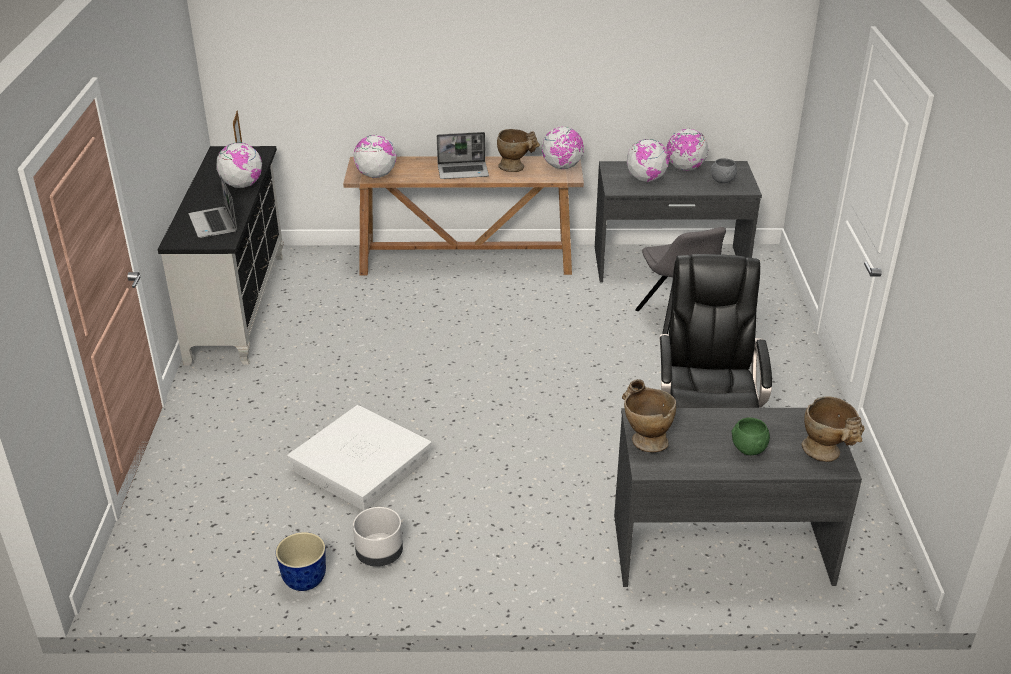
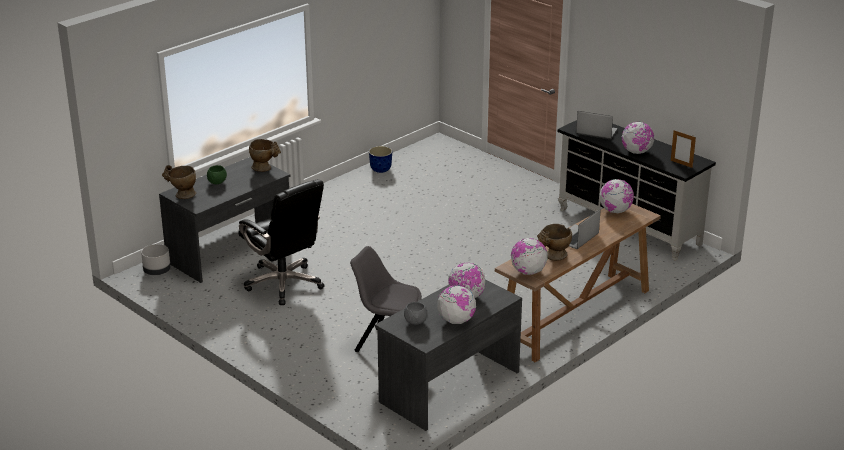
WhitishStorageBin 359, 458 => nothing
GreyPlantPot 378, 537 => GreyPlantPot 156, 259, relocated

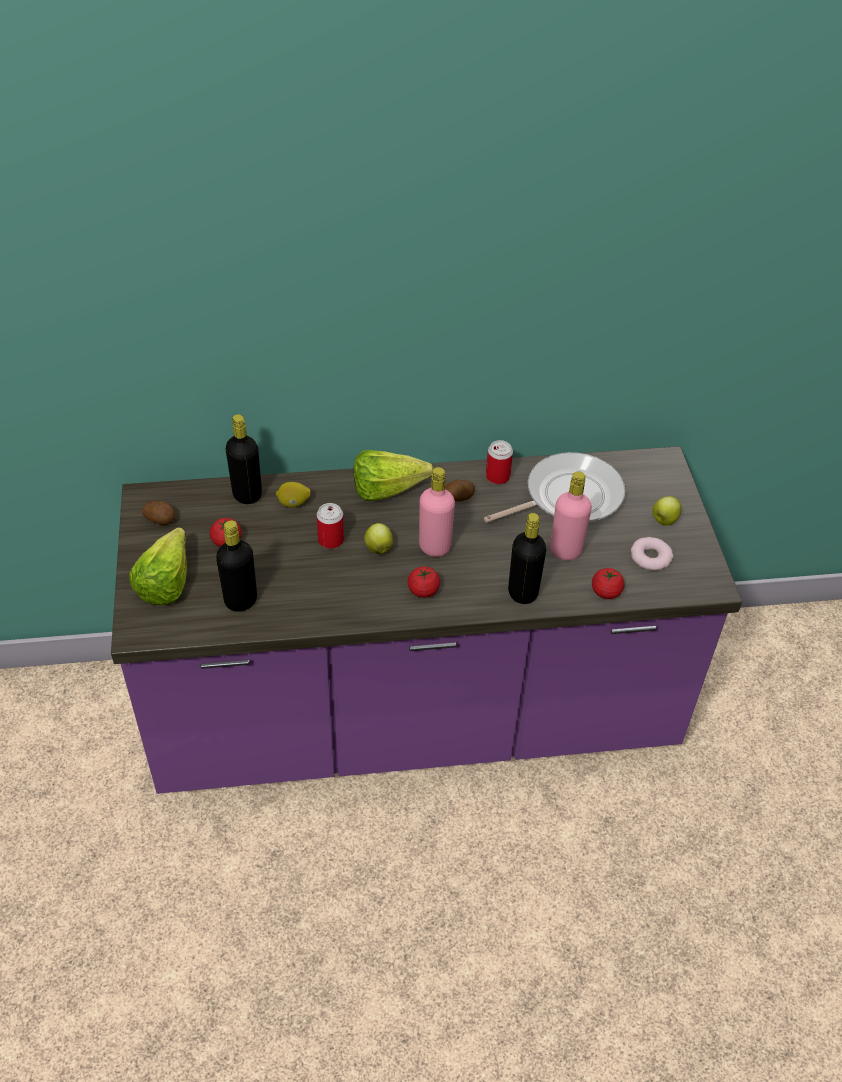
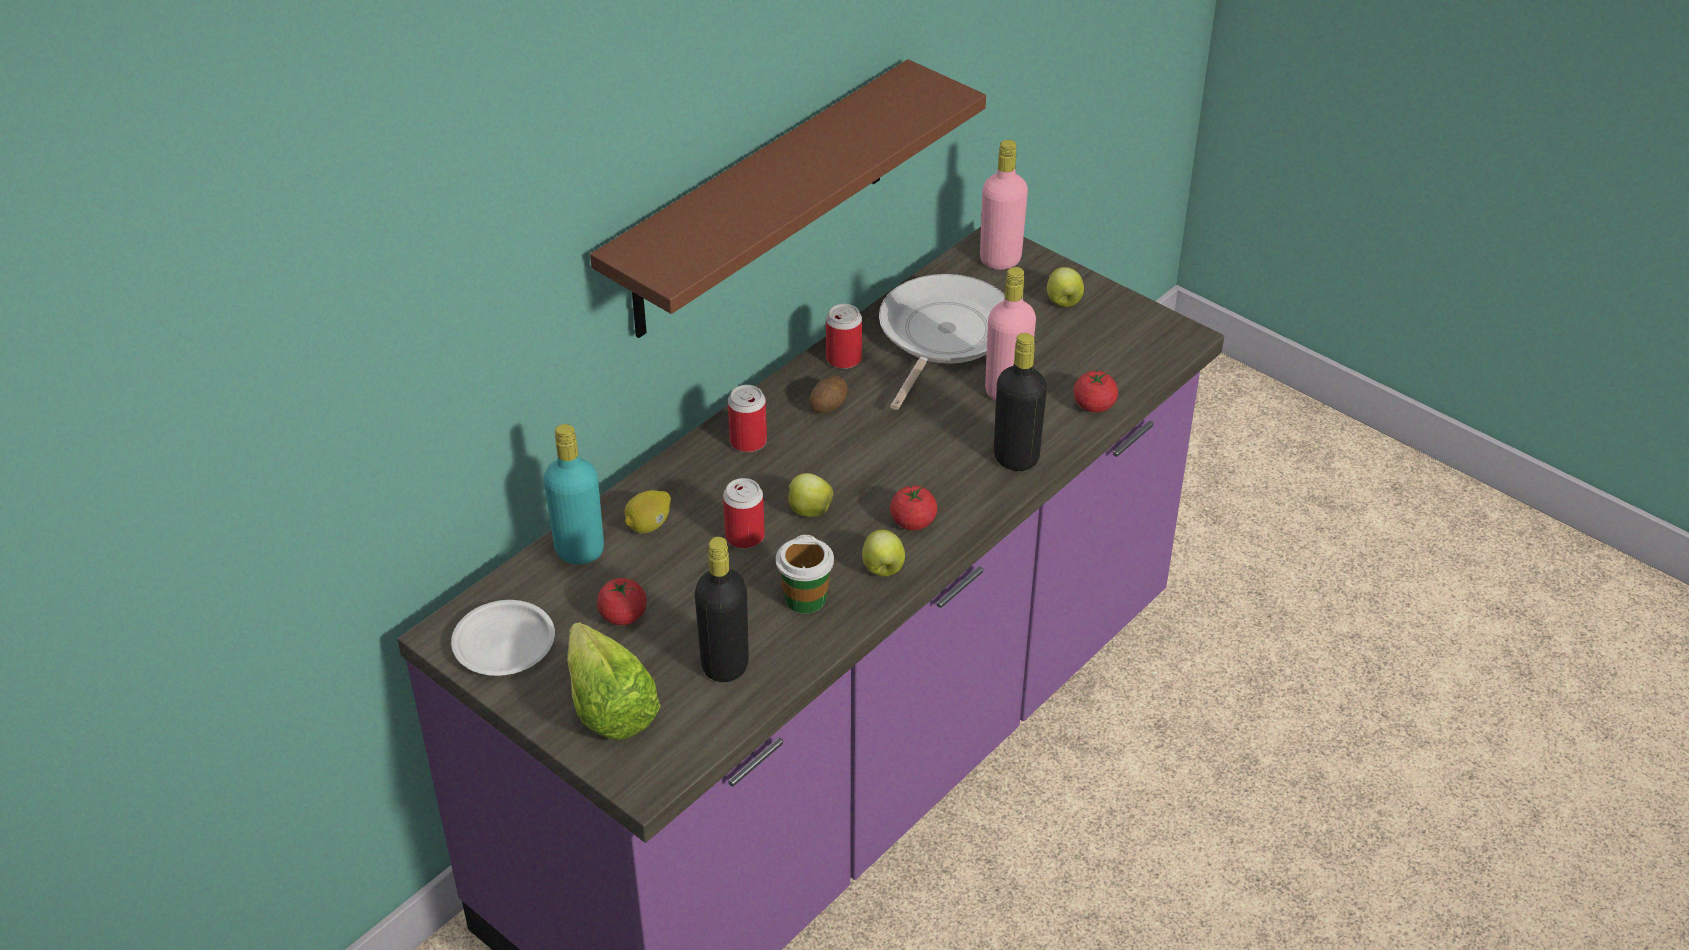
WholePotato 158, 513 => WhitishDinnerPlate 503, 638
BlackDrinkBottle 244, 459 => TurquoiseColouredDrinkBottle 574, 494
LettuceHead 393, 475 => SealedCan 747, 418
PinkishDrinkBottle 437, 512 => PinkishDrinkBottle 1004, 205, relocated
Donut 652, 554 => nothing
nothing => BrownColouredBracketShelf 788, 198
nothing => DrinkingCup 805, 574
nothing => WholeApple 883, 553

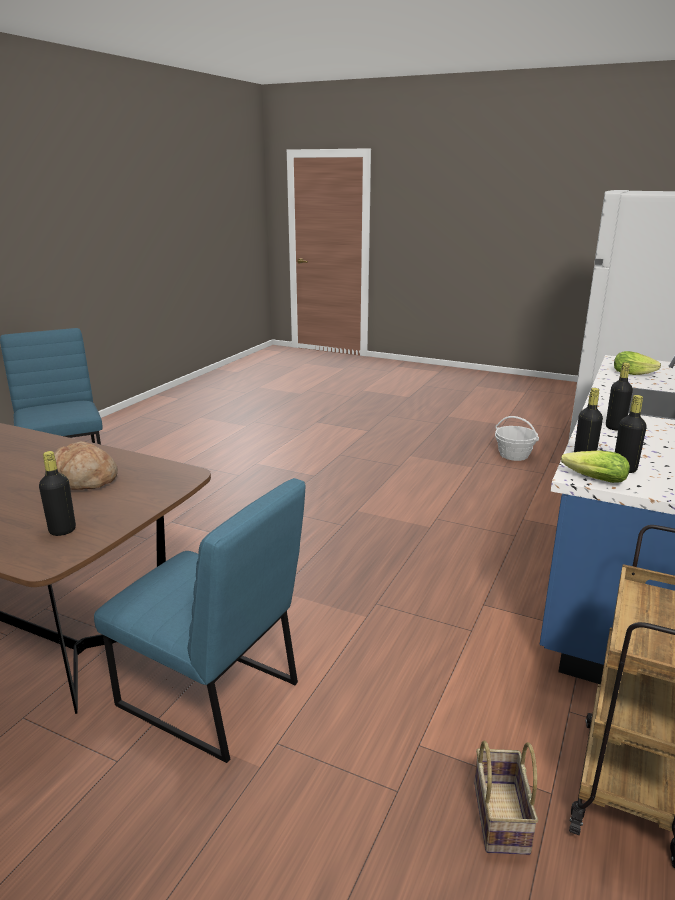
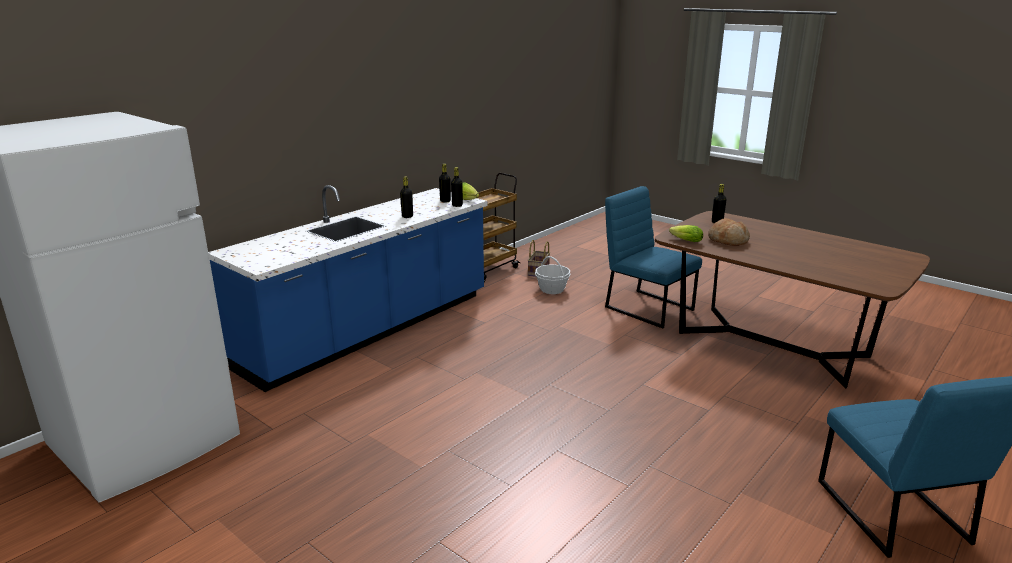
HouseholdBasket 517, 438 => HouseholdBasket 552, 275, relocated
LettuceHead 637, 363 => LettuceHead 686, 233, relocated

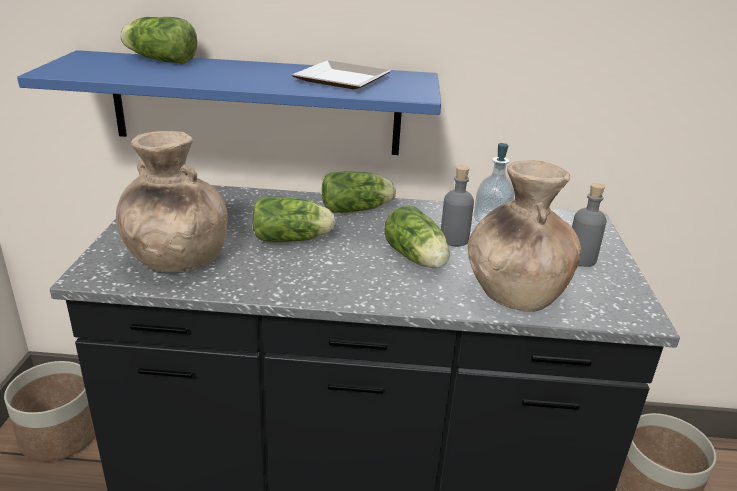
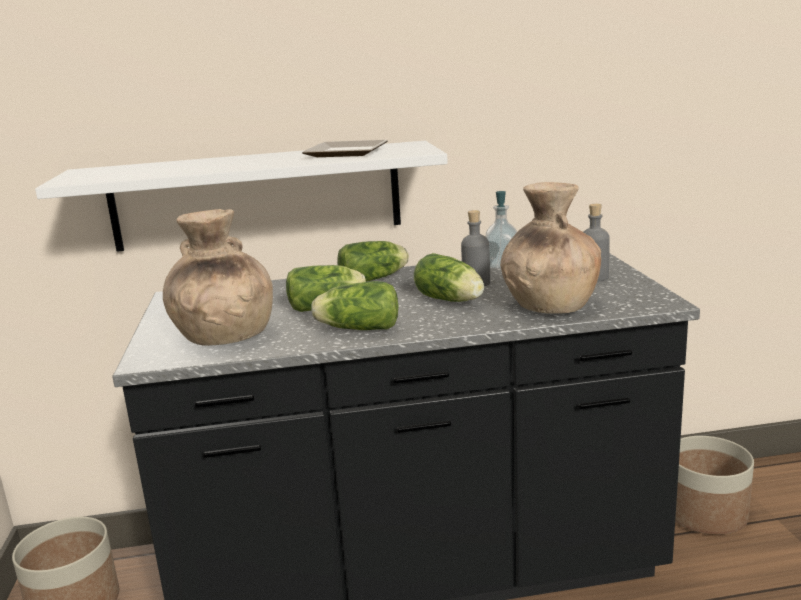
BluishBracketShelf 229, 102 => WhitishBracketShelf 241, 196
LettuceHead 158, 40 => LettuceHead 354, 305, relocated

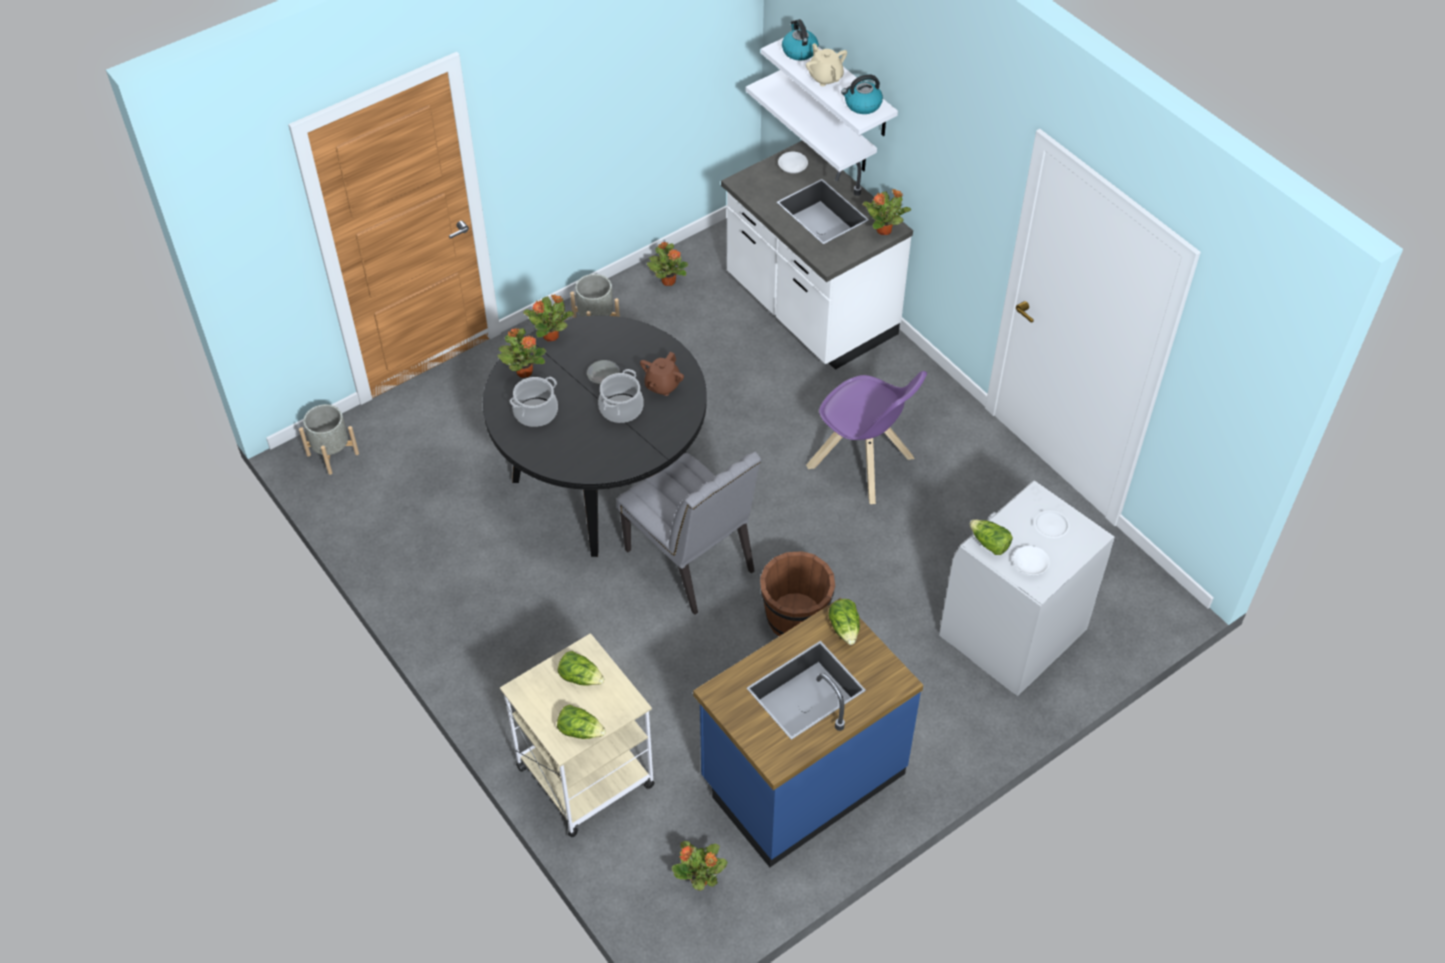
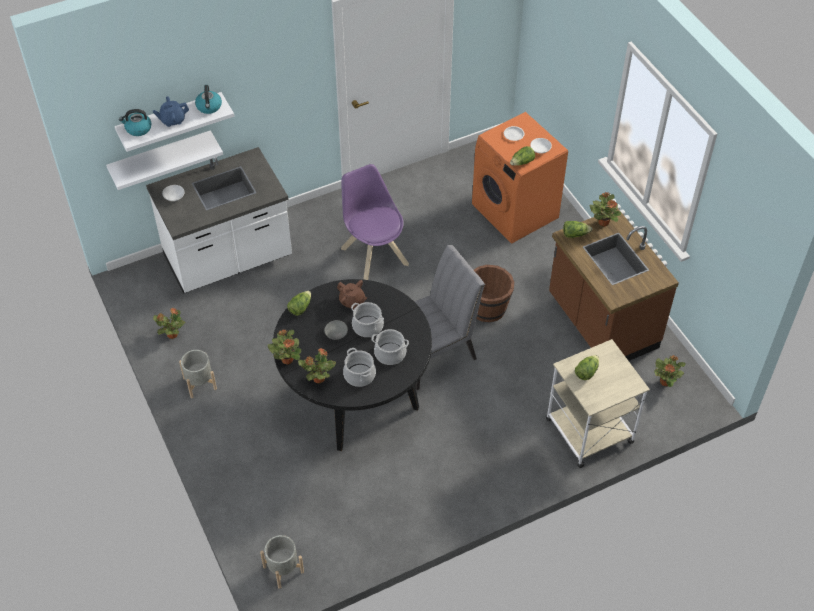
LettuceHead 581, 722 => LettuceHead 299, 303, relocated
BluishCounter 808, 732 => BrownColouredCounter 614, 285
BeigeTeaPot 826, 64 => BluishTeaPot 171, 111
PurpleUprightChair 866, 437 => PurpleUprightChair 375, 222, 75 degrees counterclockwise
Houseplant 887, 212 => Houseplant 605, 209, relocated
WhitishLaundryMachine 1027, 589 => OrangeLaundryMachine 520, 177
nothing => Stockpot 390, 347

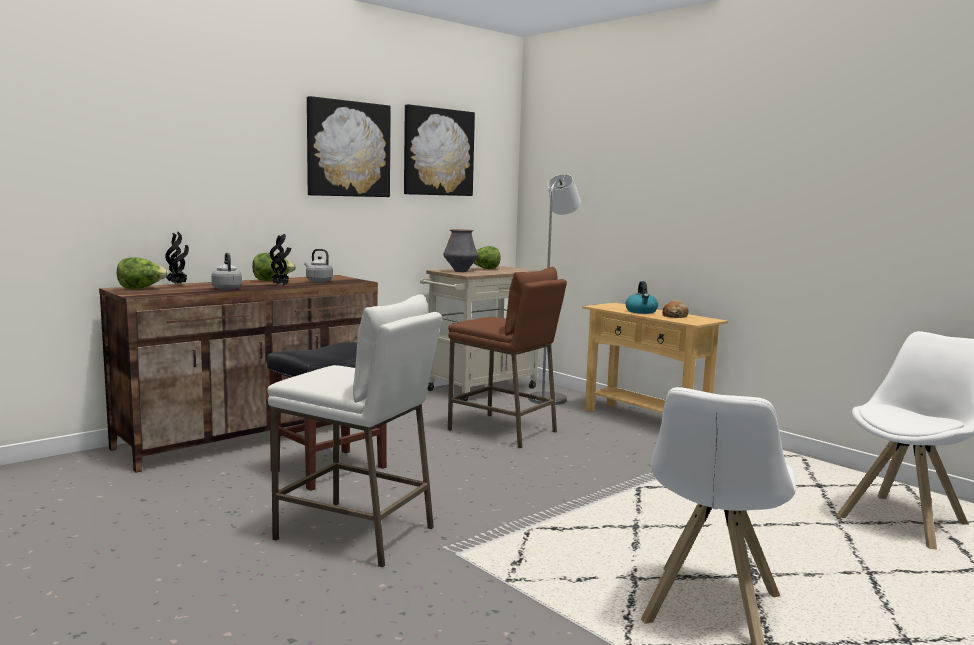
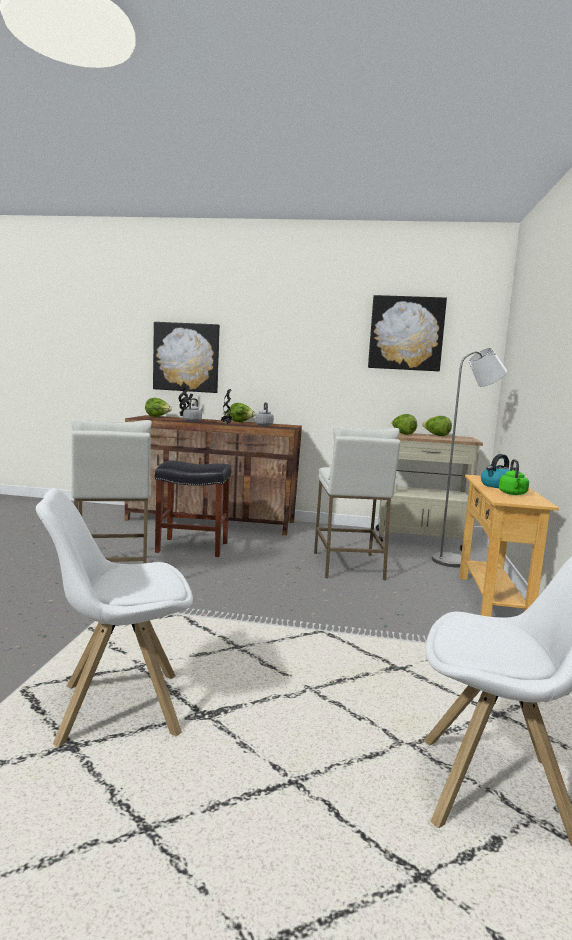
WallPicture 349, 146 => WallPicture 186, 357, relocated
Vase 460, 250 => LettuceHead 404, 424
BrownColouredStool 507, 357 => WhitishStool 357, 503
Bread 675, 309 => GreenTeaKettle 514, 477

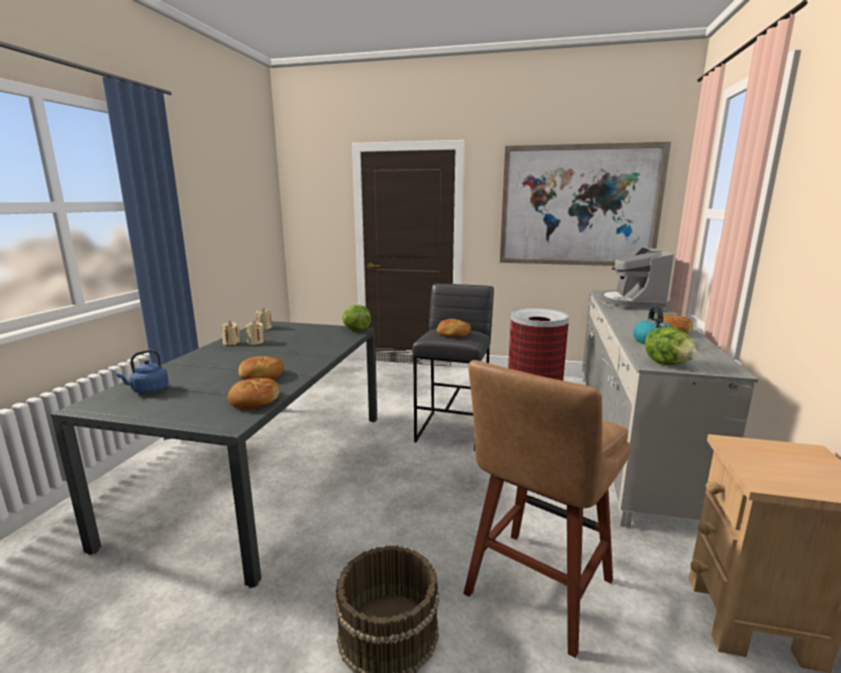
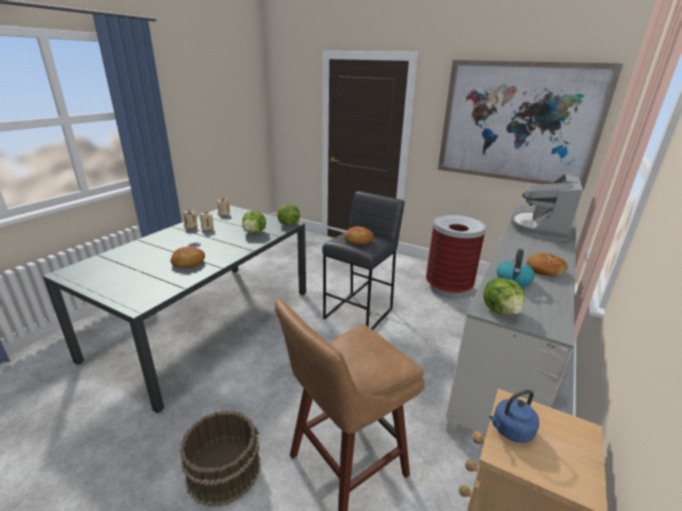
BluishTeaKettle 142, 372 => BluishTeaKettle 514, 416, relocated
Bread 254, 393 => nothing
nothing => LettuceHead 254, 222

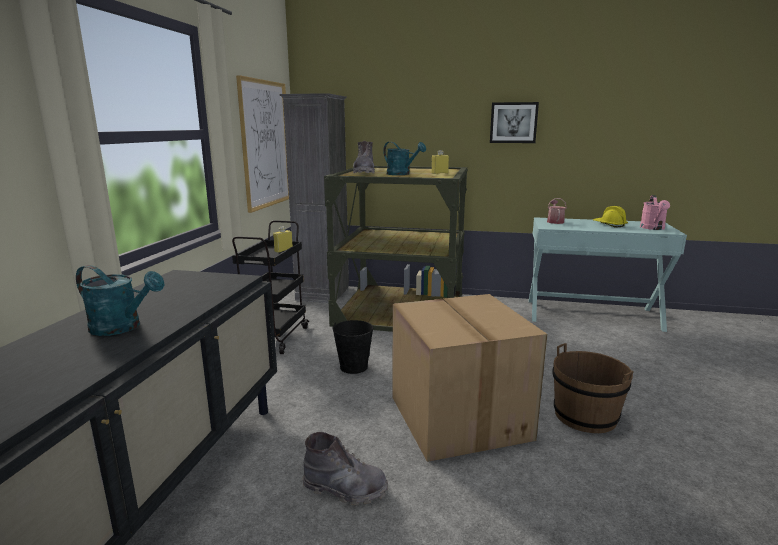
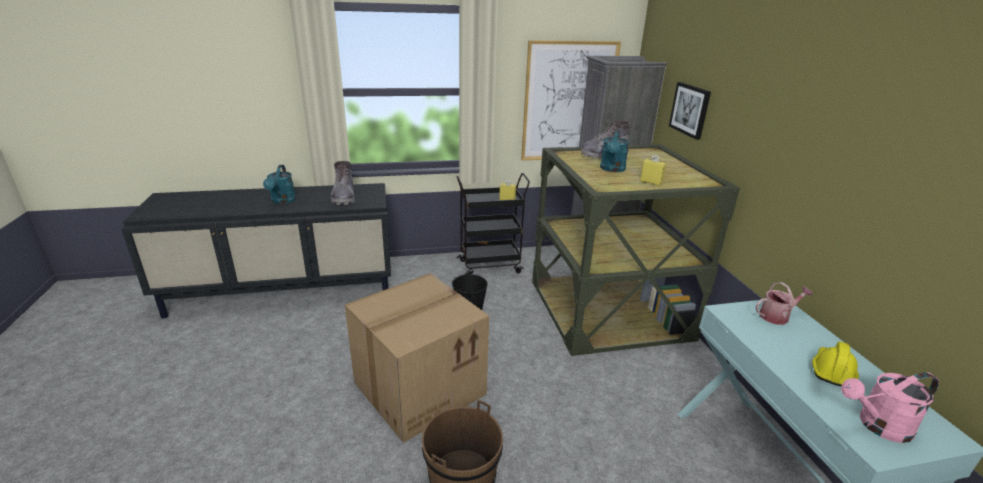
GreyTallBoot 345, 468 => GreyTallBoot 343, 183, relocated
WallPicture 514, 122 => WallPicture 690, 111, relocated

